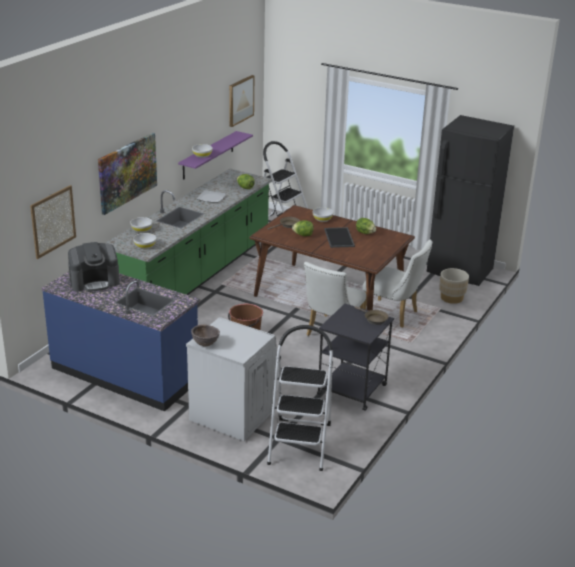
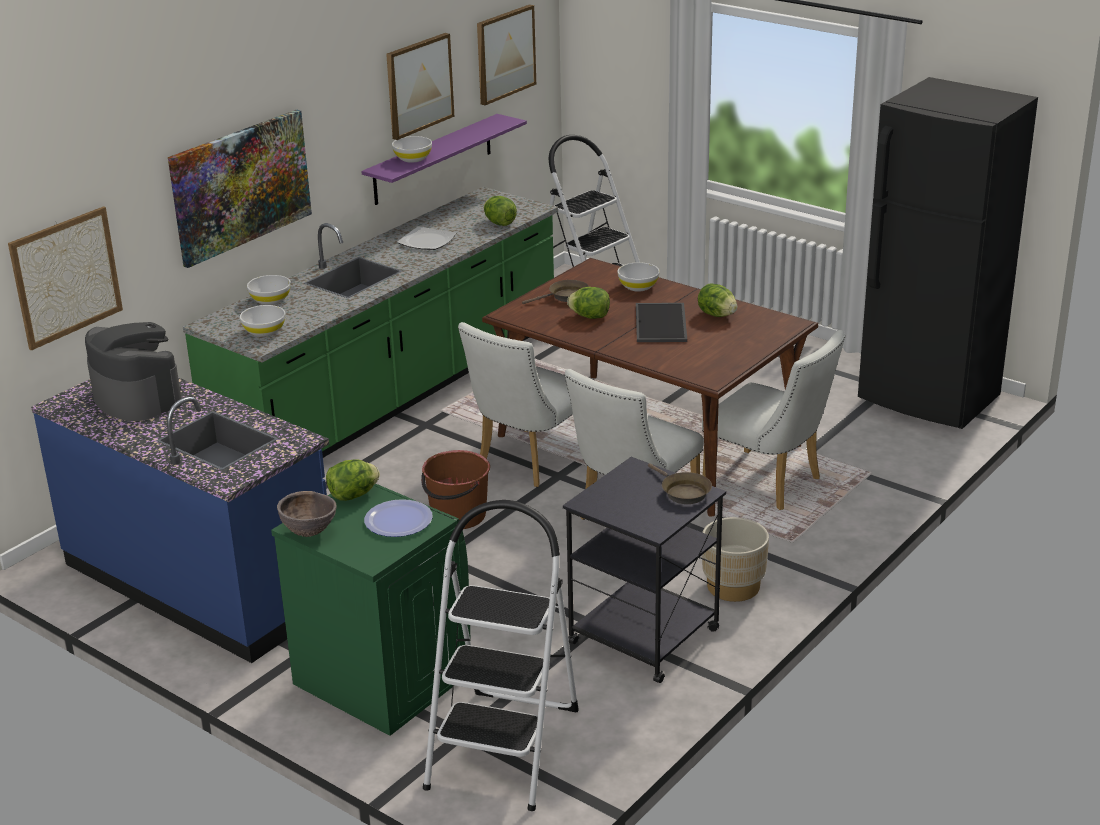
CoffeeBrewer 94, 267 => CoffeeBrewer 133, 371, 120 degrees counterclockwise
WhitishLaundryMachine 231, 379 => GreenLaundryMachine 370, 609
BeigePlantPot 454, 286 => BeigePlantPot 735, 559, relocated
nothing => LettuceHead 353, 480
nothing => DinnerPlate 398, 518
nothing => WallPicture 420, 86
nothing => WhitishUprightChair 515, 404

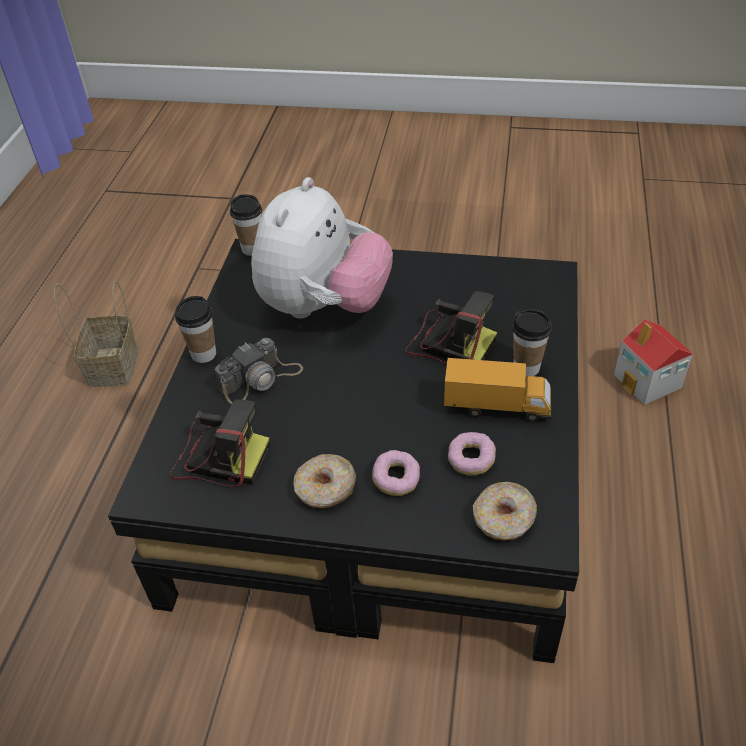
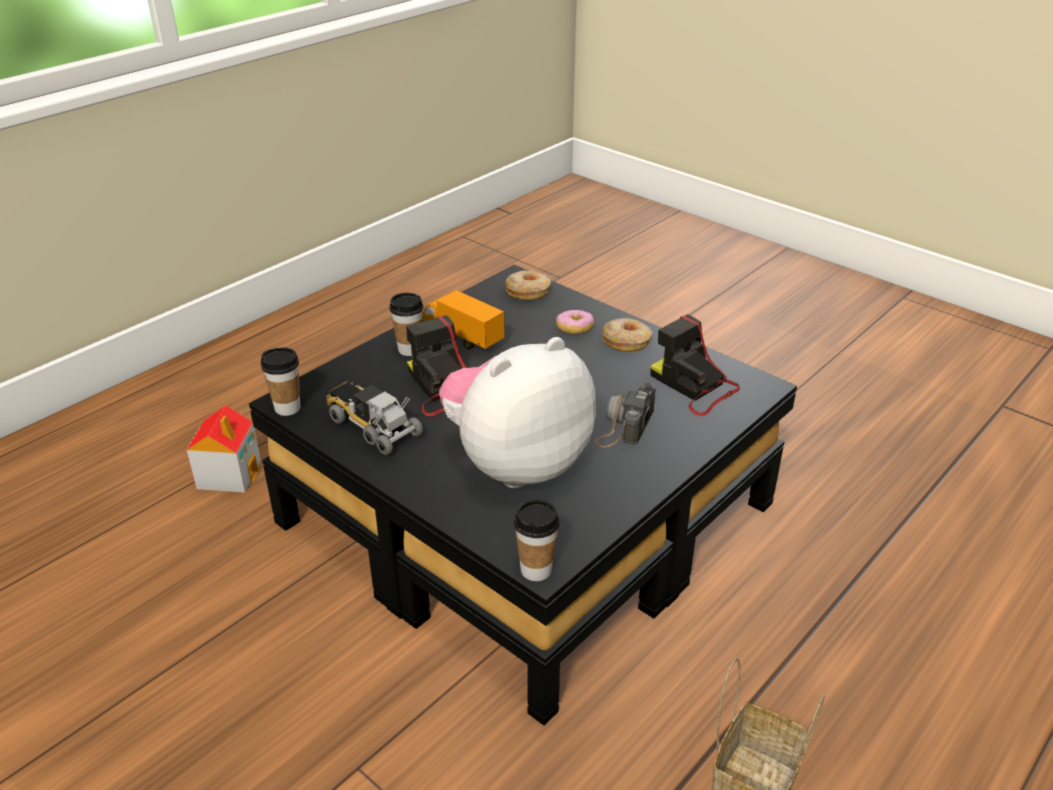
DrinkingCup 195, 329 => DrinkingCup 281, 381, relocated
StillCamera 259, 371 => StillCamera 625, 415, 60 degrees counterclockwise
Donut 472, 454 => nothing
nothing => ToyLorry 374, 418

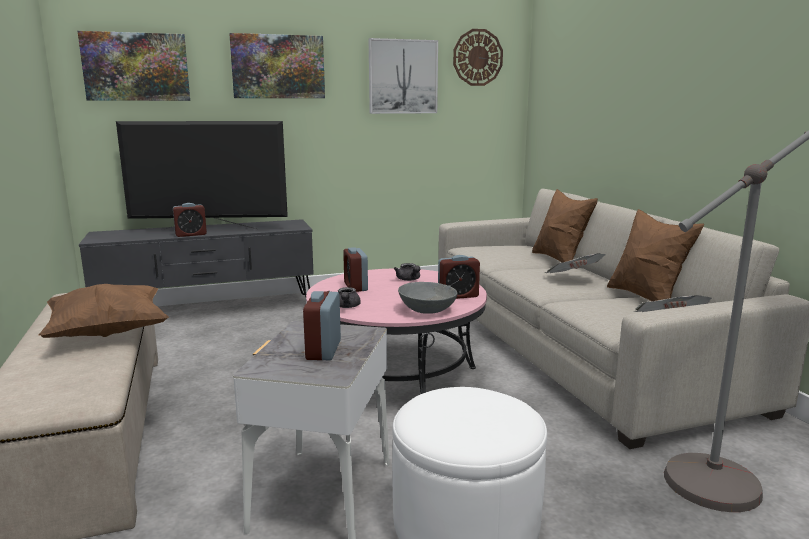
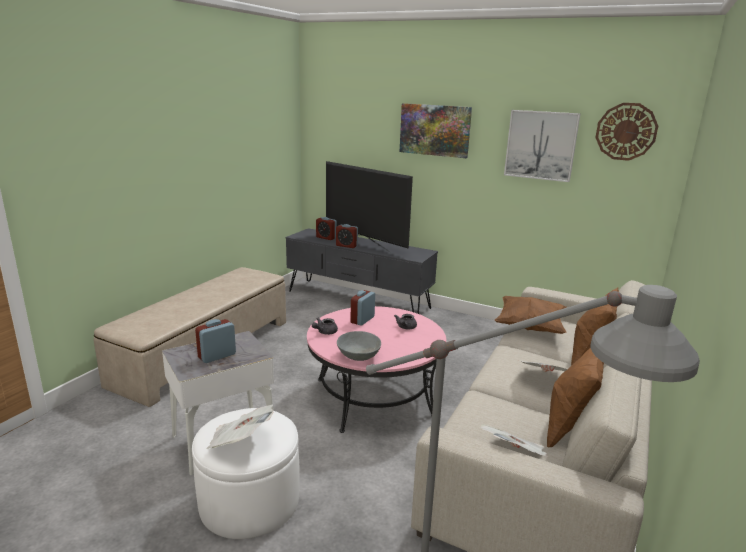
BrownColouredPillow 104, 311 => BrownColouredPillow 531, 315, relocated
WallPicture 134, 66 => nothing
BedsideClock 459, 277 => BedsideClock 326, 228, relocated
nothing => DailyPaper 240, 426

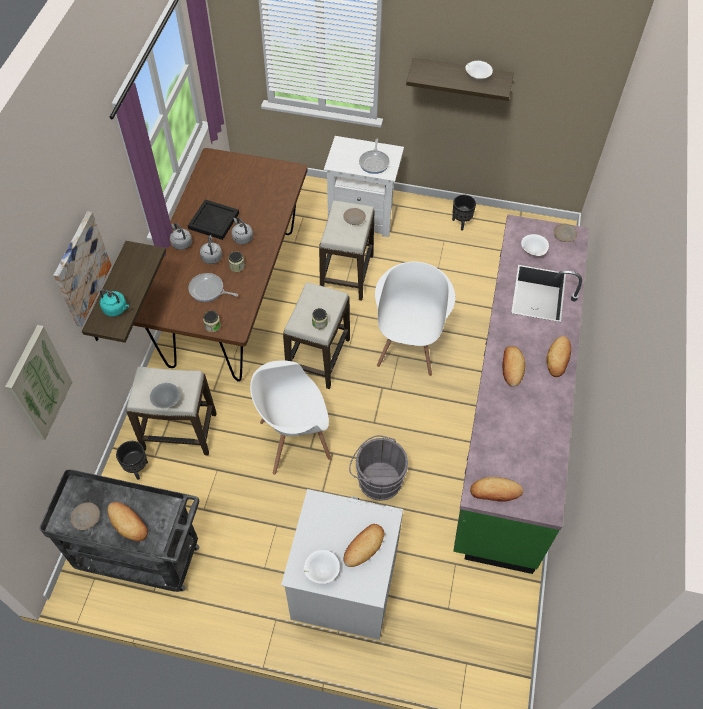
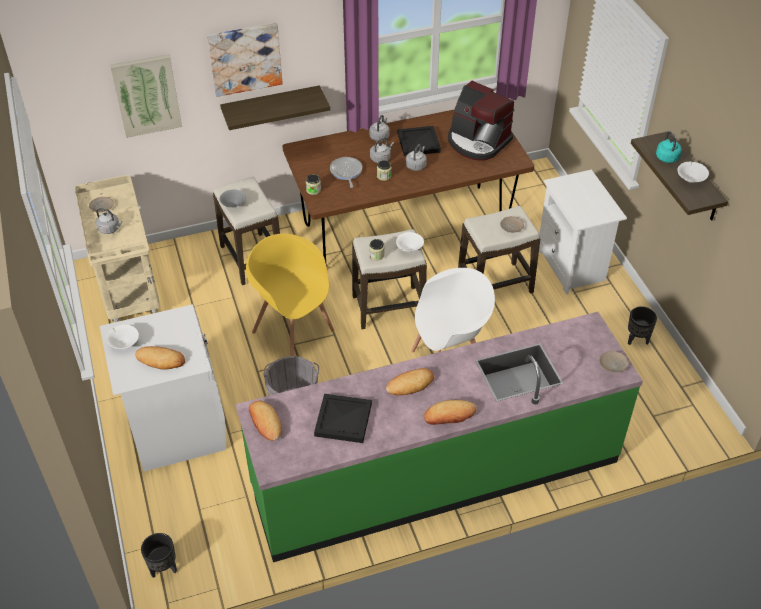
BlackWheeledCart 119, 530 => BeigeWheeledCart 117, 248
TurquoiseColouredTeaKettle 114, 303 => TurquoiseColouredTeaKettle 669, 147, relocated
Bread 127, 521 => GreyTeaKettle 109, 221
BlackPlantPot 132, 460 => BlackPlantPot 159, 555, relocated
WhitishUprightChair 290, 417 => YellowUprightChair 290, 294
Pan 374, 156 => nothing
WhitishDeepDish 535, 245 => WhitishDeepDish 410, 241, relocated
nothing => BlackServingTray 343, 418
nothing => CoffeeBrewer 481, 121

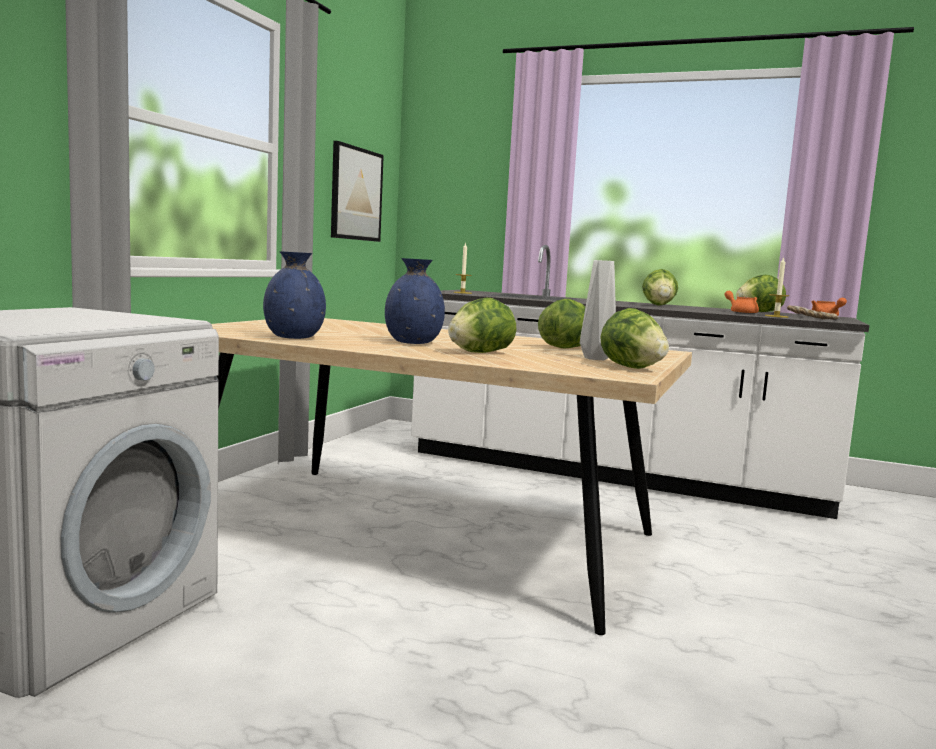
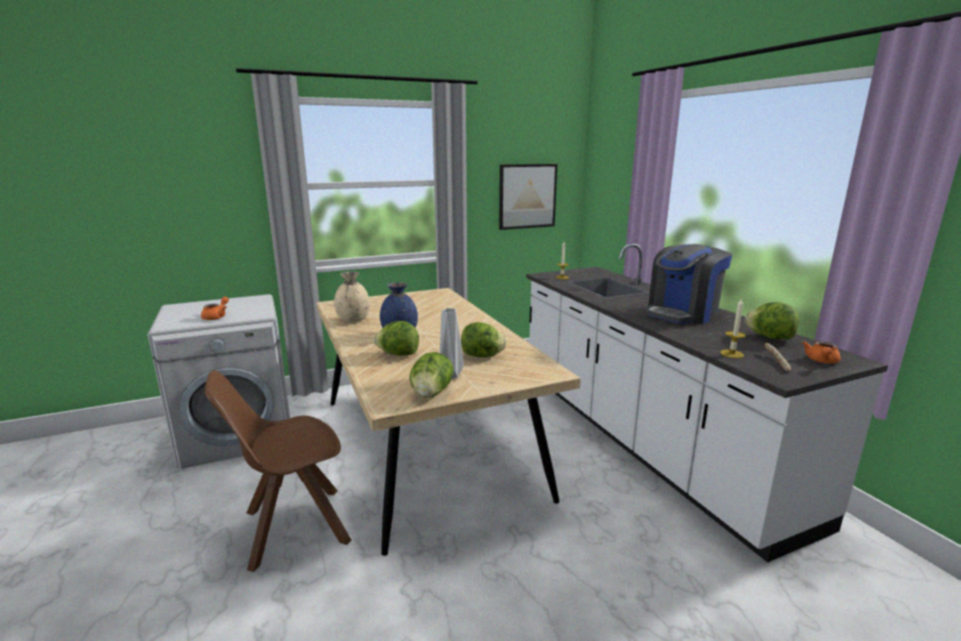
BluishVase 294, 295 => BeigeVase 352, 297
LettuceHead 660, 287 => CoffeeBrewer 689, 284
OrangeTeaPot 741, 302 => OrangeTeaPot 215, 308, relocated
nothing => BrownColouredUprightChair 278, 471

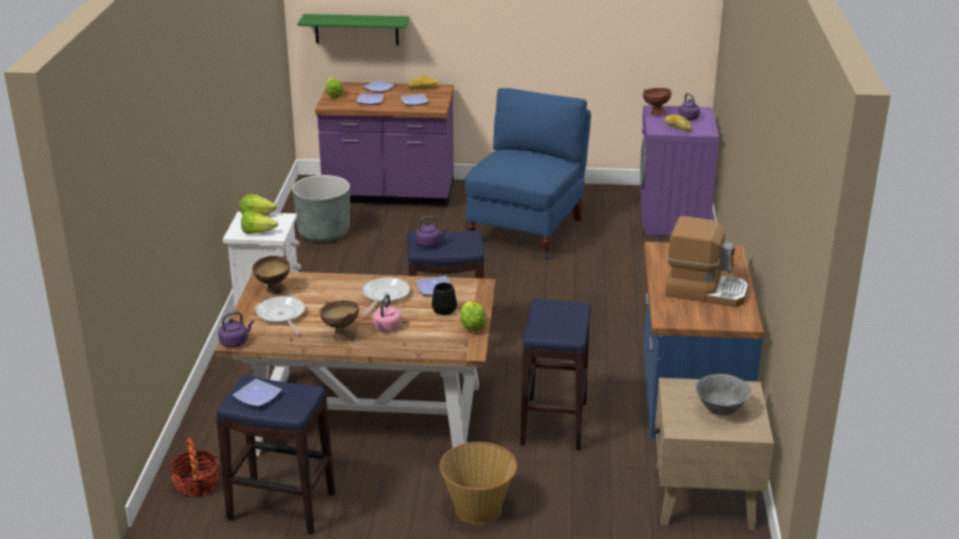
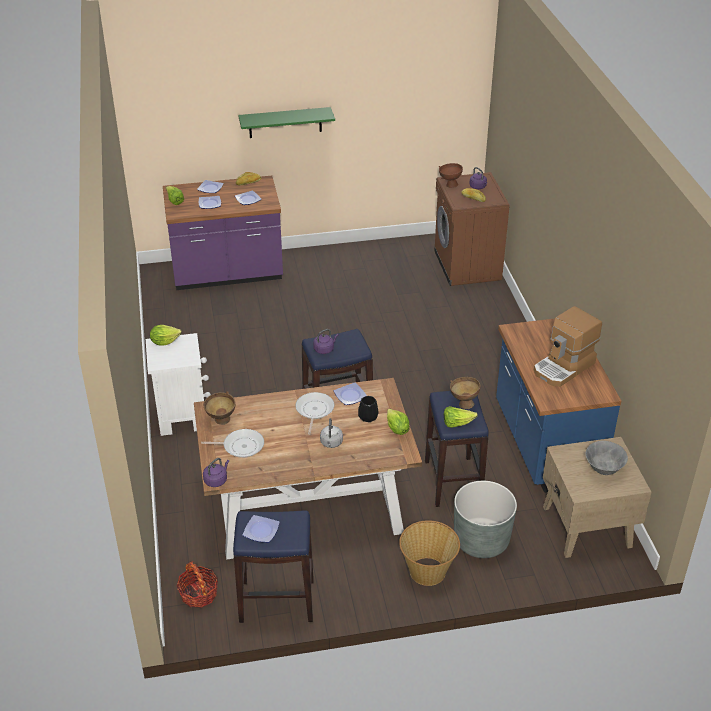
LettuceHead 259, 222 => LettuceHead 461, 417, relocated
Pan 280, 315 => Pan 232, 443, 135 degrees clockwise
GreyPlantPot 321, 208 => GreyPlantPot 485, 519, relocated
GreenBracketShelf 353, 29 => GreenBracketShelf 286, 122, relocated
BrownColouredDeepDish 339, 320 => BrownColouredDeepDish 465, 393, relocated
PinkishTeaKettle 387, 313 => GreyTeaKettle 331, 433
BluishUprightChair 528, 173 => nothing
PurpleLaundryMachine 679, 171 => BrownColouredLaundryMachine 472, 229
CoffeeBrewer 706, 261 => CoffeeBrewer 568, 346, 135 degrees clockwise

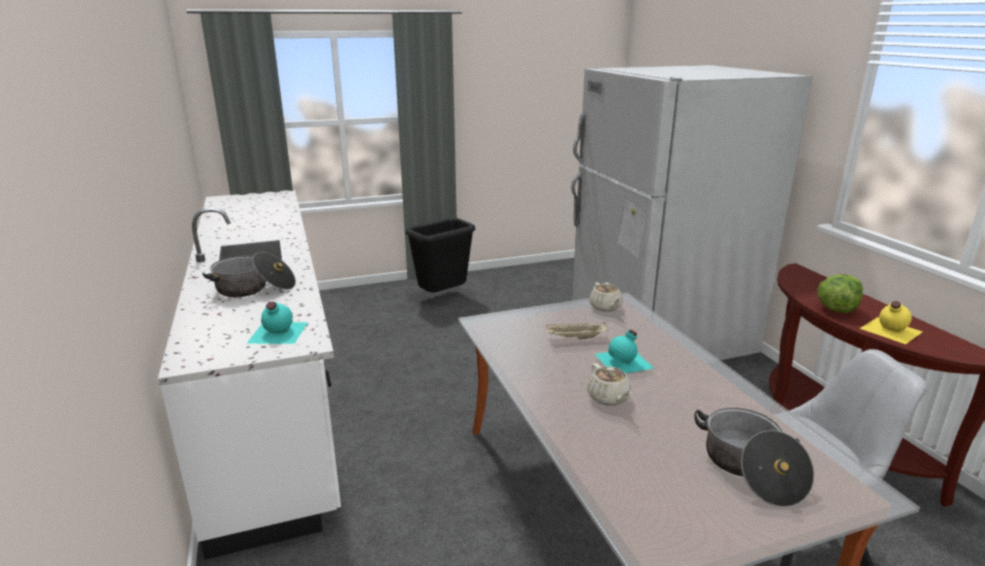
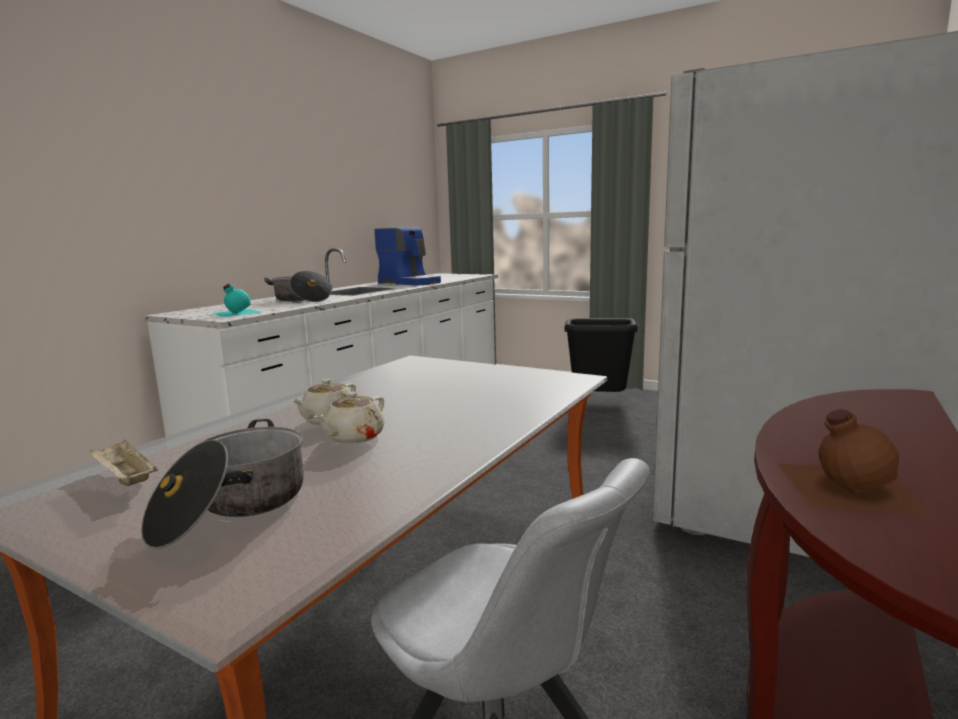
BeigeServingTray 577, 331 => BeigeServingTray 123, 463, relocated
BeigeTeaPot 606, 297 => BeigeTeaPot 349, 418, relocated
TurquoiseColouredDrinkBottle 624, 351 => nothing
LettuceHead 840, 293 => nothing
YellowDrinkBottle 891, 322 => BrownColouredDrinkBottle 856, 462
nothing => CoffeeBrewer 408, 256

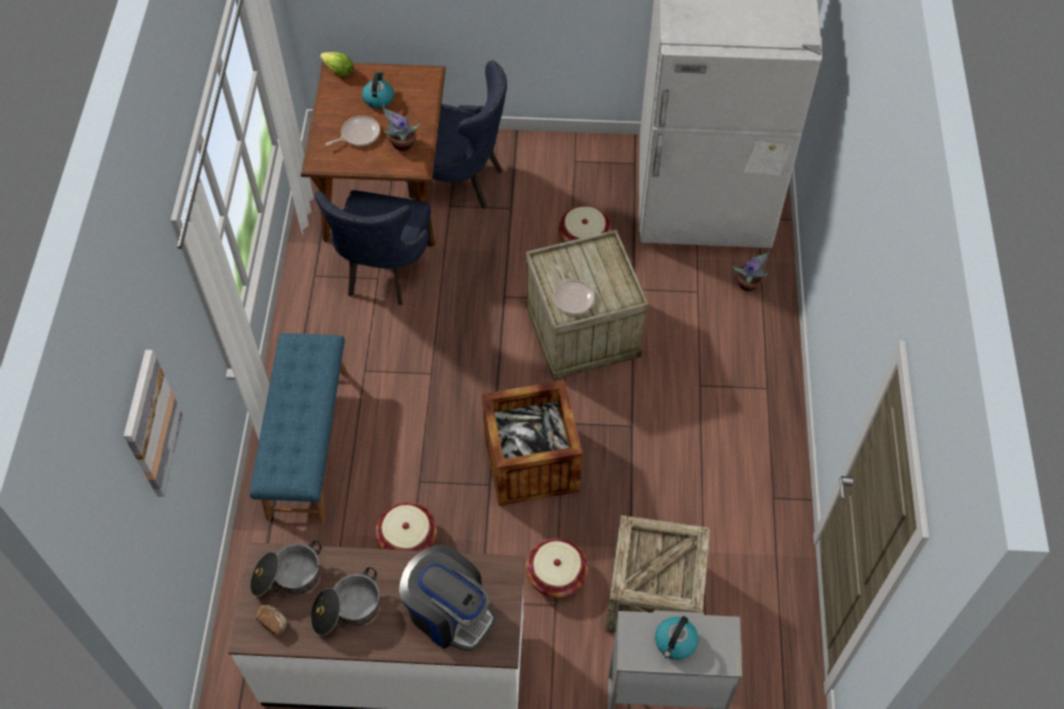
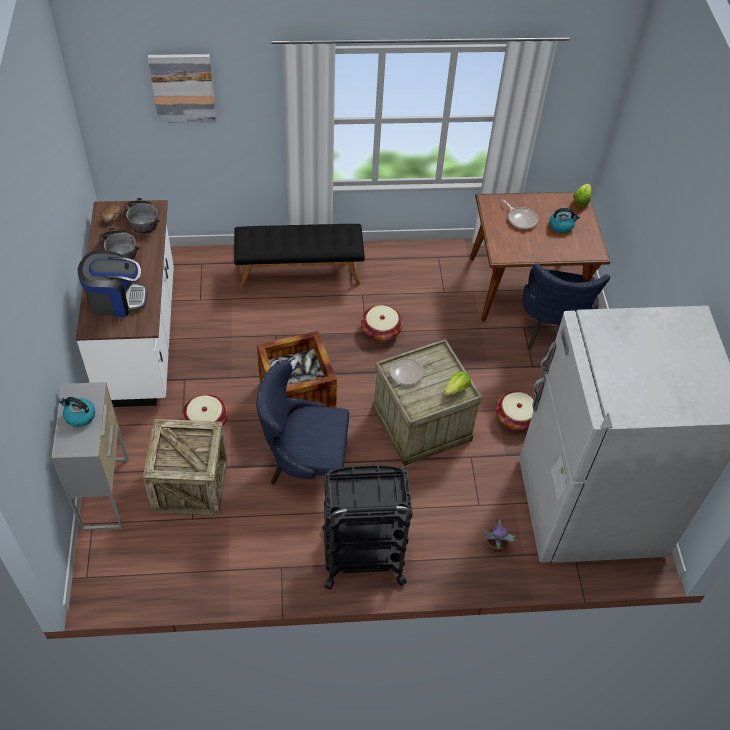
BluishIndoorBench 298, 428 => BlackIndoorBench 299, 256
BluishUprightChair 373, 247 => BluishUprightChair 302, 422, relocated
HouseholdBasket 406, 526 => HouseholdBasket 382, 323, relocated
Houseplant 401, 127 => nothing
CoffeeBrewer 447, 598 => CoffeeBrewer 112, 283, 120 degrees counterclockwise
nothing => BlackWheeledCart 367, 527
nothing => LettuceHead 457, 383

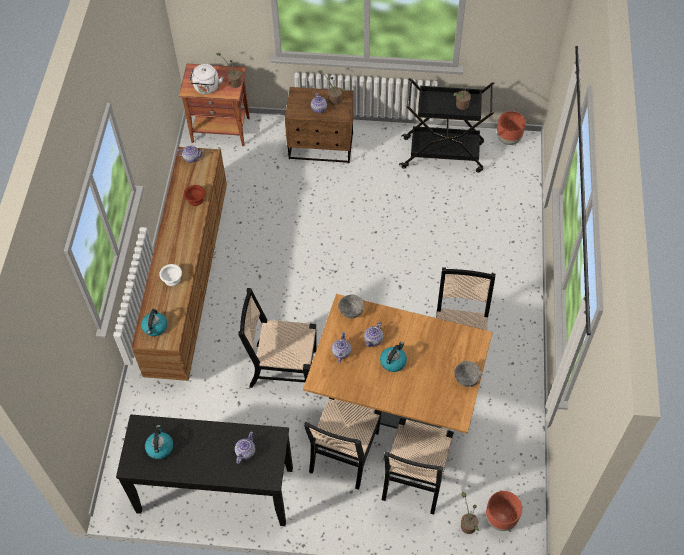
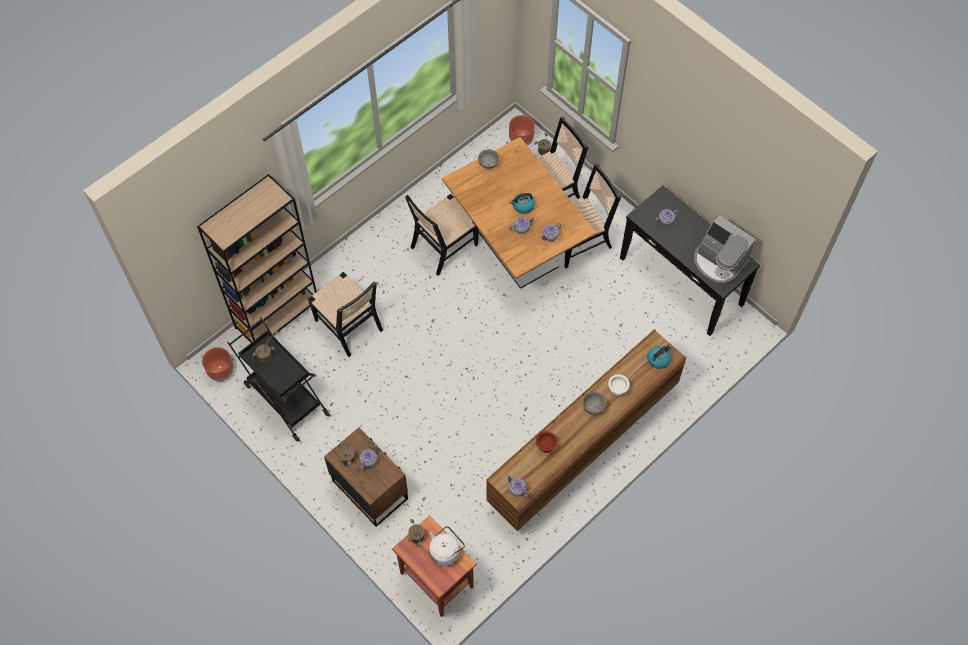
TeaKettle 159, 442 => CoffeeBrewer 724, 250
UprightChair 277, 338 => UprightChair 345, 314, relocated
GreyDeepDish 351, 306 => GreyDeepDish 594, 403, relocated
nothing => BeigeBookcase 257, 258

